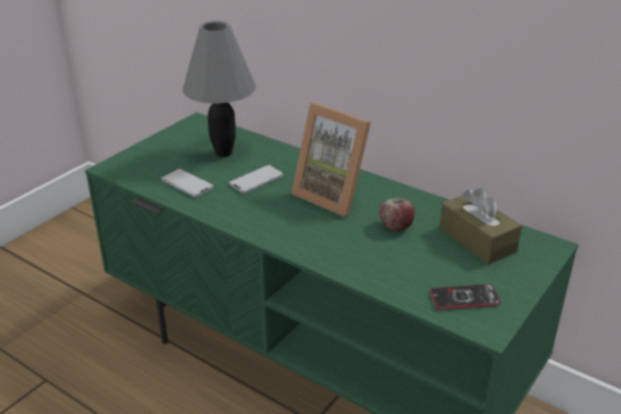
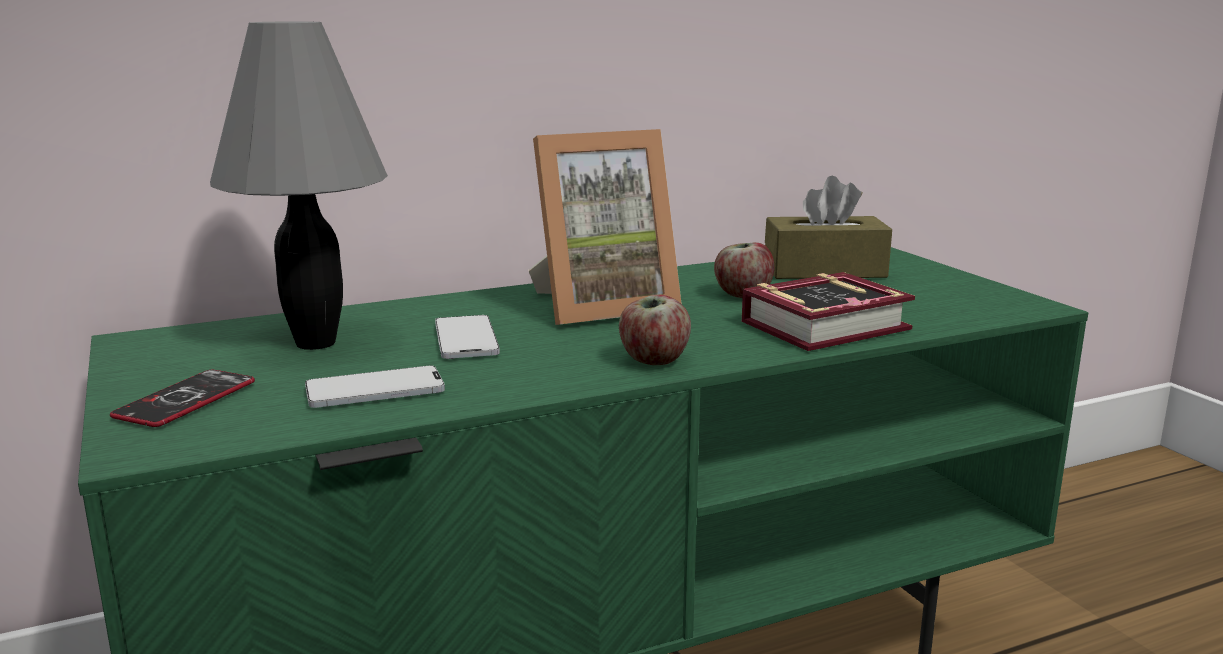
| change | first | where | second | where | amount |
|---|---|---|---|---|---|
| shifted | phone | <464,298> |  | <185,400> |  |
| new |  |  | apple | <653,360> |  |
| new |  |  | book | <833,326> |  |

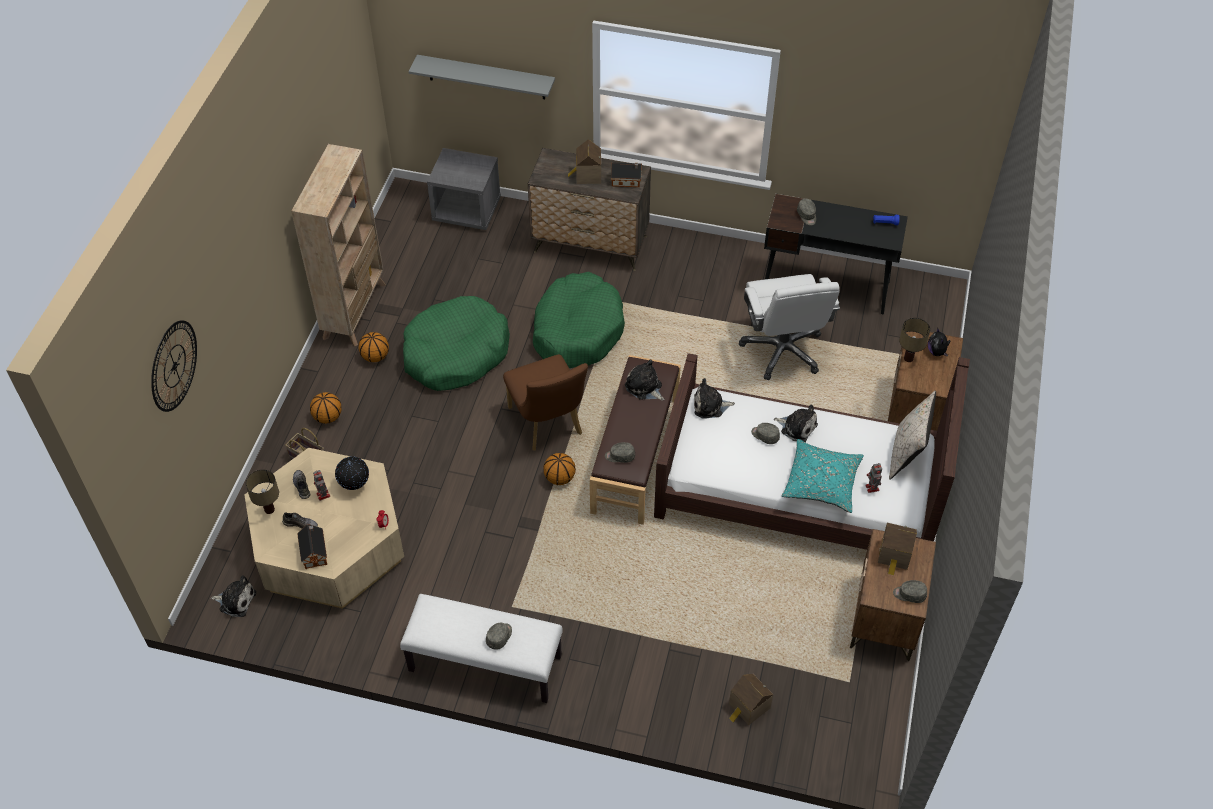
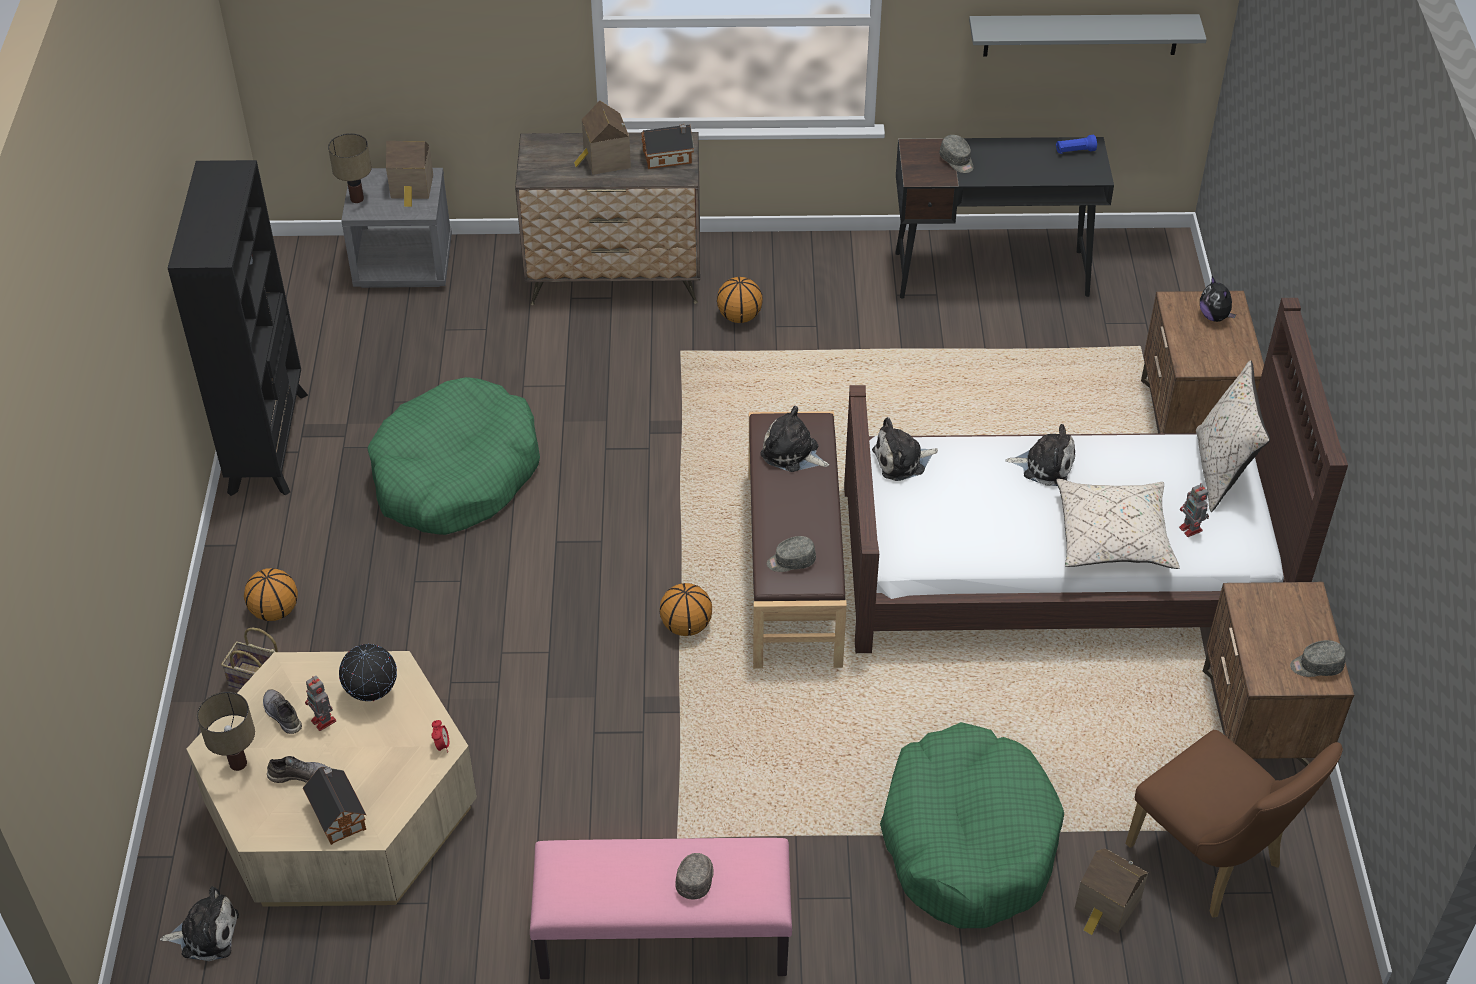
| change | first | where | second | where | amount |
|---|---|---|---|---|---|
| repainted | beige bookcase | <355,310> | black bookcase | <269,442> |  |
| shifted | table lamp | <908,358> |  | <356,198> |  |
| shifted | toy house | <894,556> |  | <412,188> |  |
| repainted | white bench | <484,664> | pink bench | <663,939> |  |
| shifted | basketball | <375,357> |  | <740,317> |  |
| shifted | green dog bed | <577,330> |  | <968,840> |  |
| shifted | grey shelf | <486,77> |  | <1081,34> |  |
| repainted | turquoise pillow | <822,482> | beige pillow | <1113,536> |  |
| shifted | brown chair | <548,425> |  | <1212,862> |  |
| gone | wall clock | <174,366> |  |  |  |
| gone | white office chair | <783,350> |  |  |  |
| gone | grey cap | <765,436> |  |  |  |

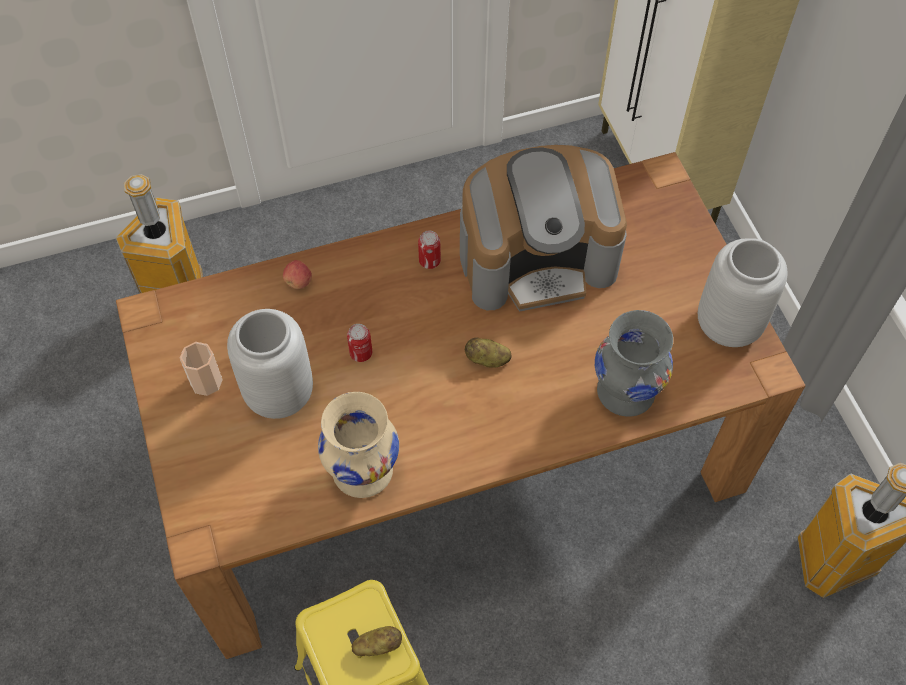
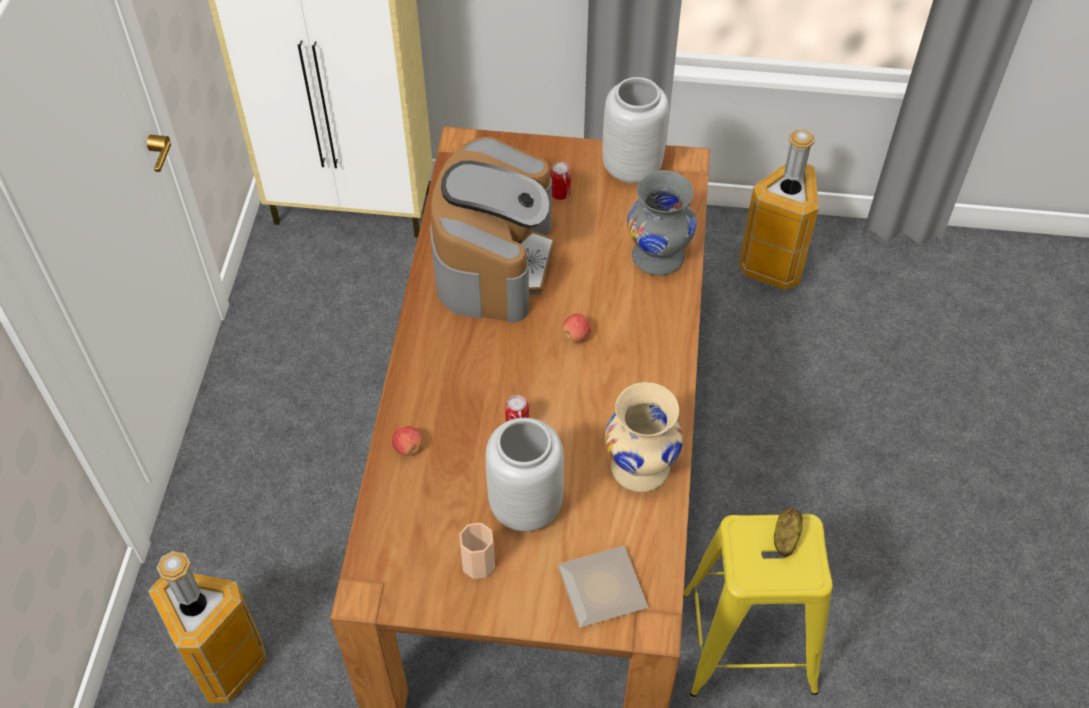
| change | first | where | second | where | amount |
|---|---|---|---|---|---|
| shifted | can | <429,261> |  | <560,193> |  |
| new |  |  | plate | <603,585> |  |
| swapped | potato | <487,359> | apple | <576,335> |  |

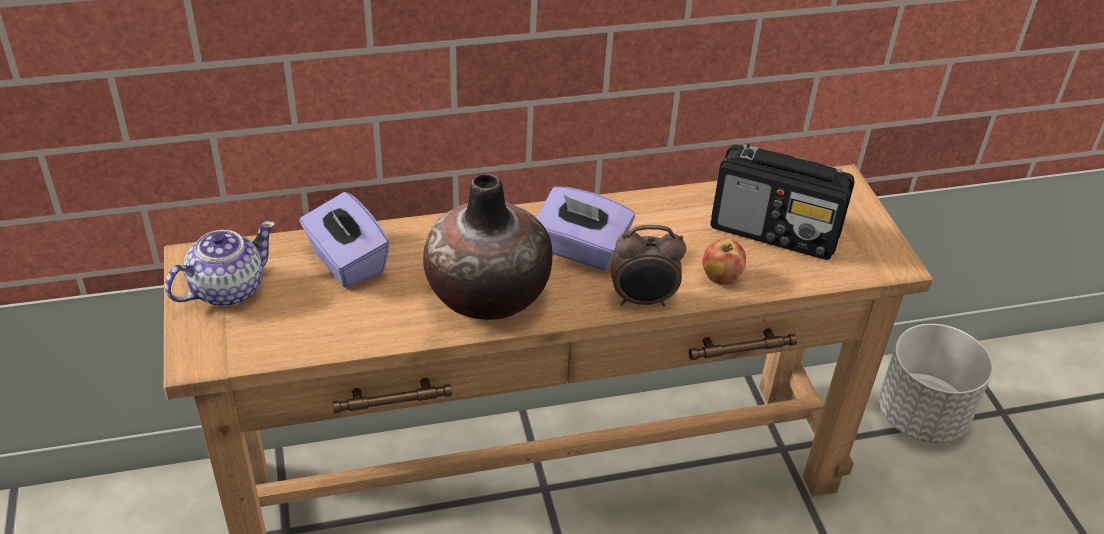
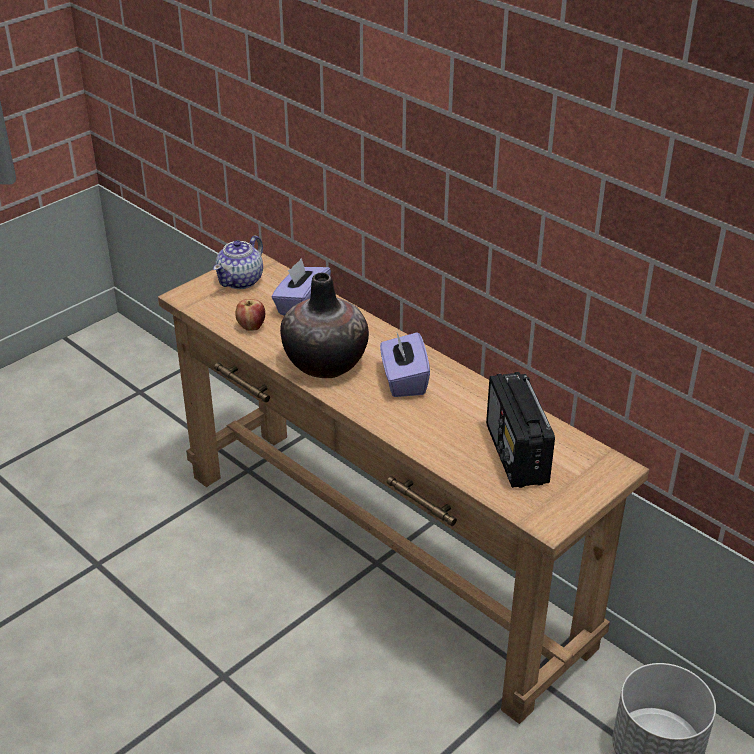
| change | first | where | second | where | amount |
|---|---|---|---|---|---|
| rotated | teapot | <226,289> |  | <241,280> | 105 degrees clockwise |
| shifted | apple | <720,278> |  | <251,327> |  |
| gone | alarm clock | <643,300> |  |  |  |

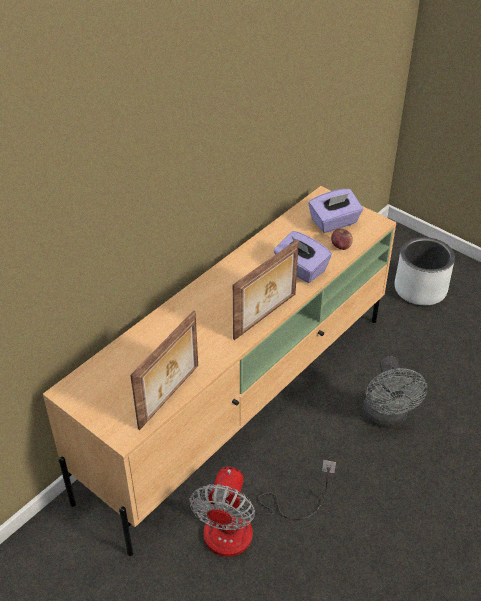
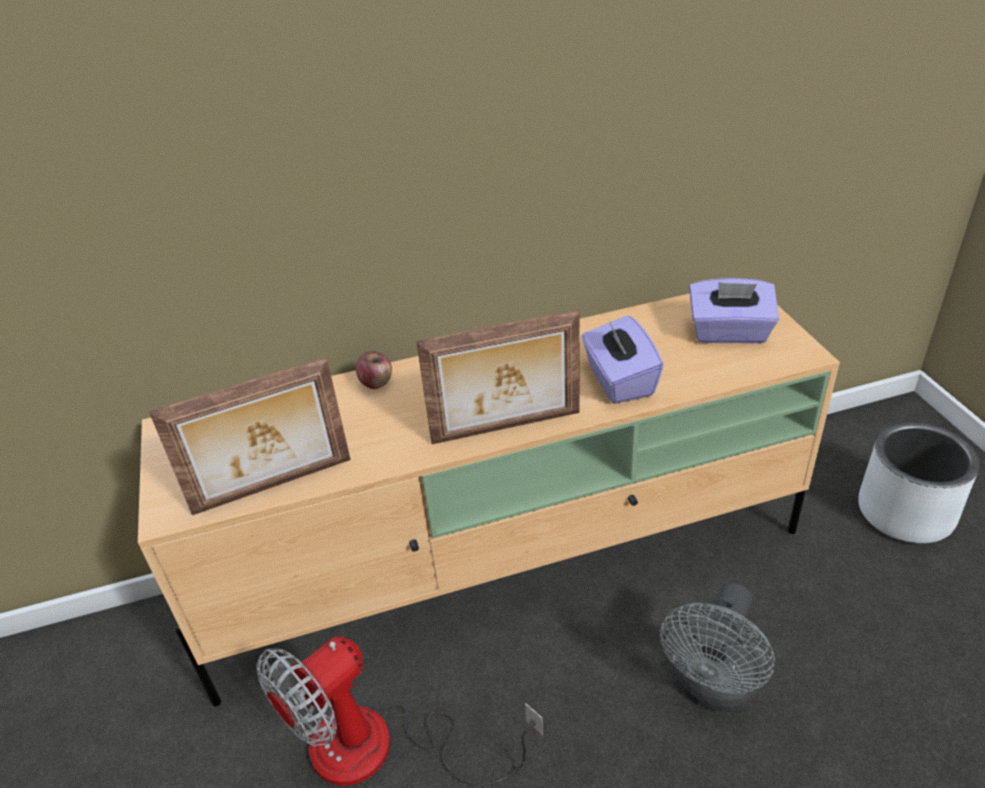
| change | first | where | second | where | amount |
|---|---|---|---|---|---|
| shifted | apple | <341,246> |  | <376,382> |  |

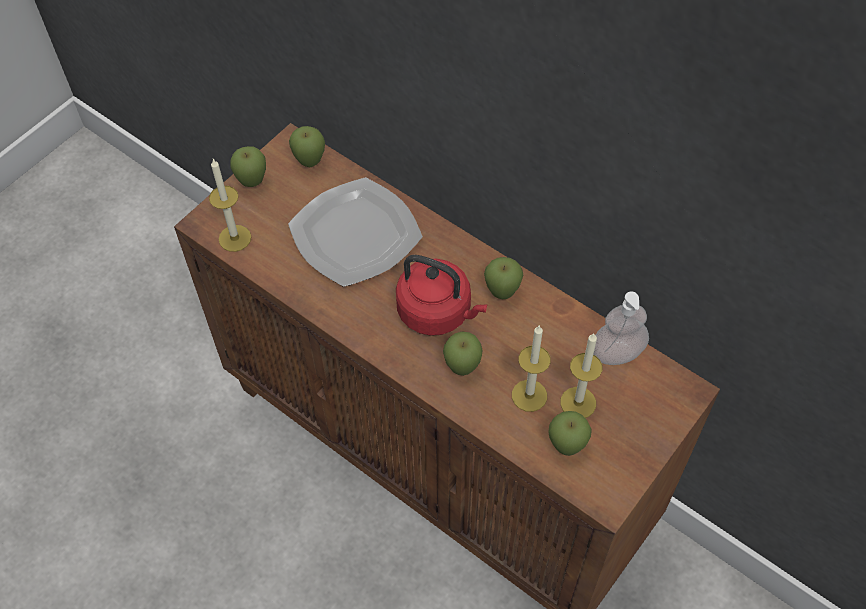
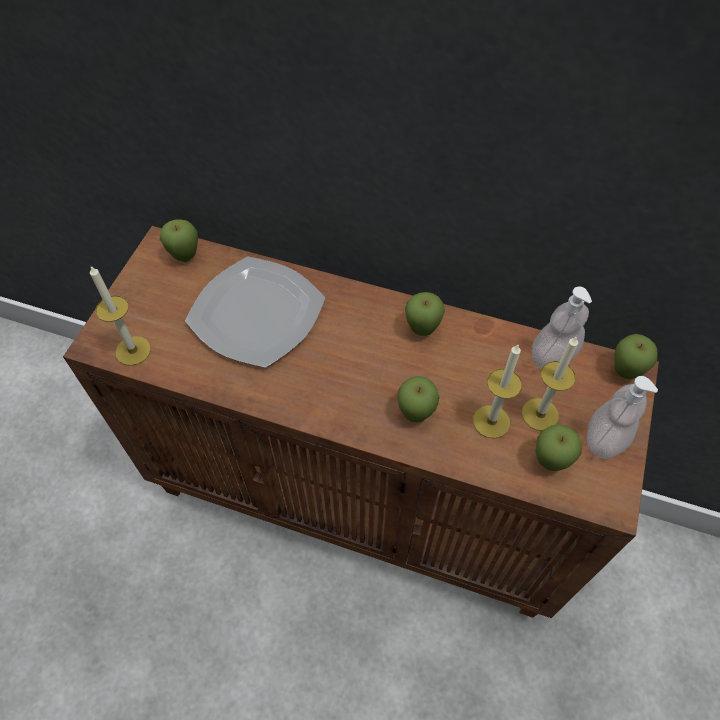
| change | first | where | second | where | amount |
|---|---|---|---|---|---|
| new |  |  | soap dispenser | <605,439> |  |
| shifted | apple | <252,183> |  | <624,372> |  |
| gone | red kettle | <438,312> |  |  |  |

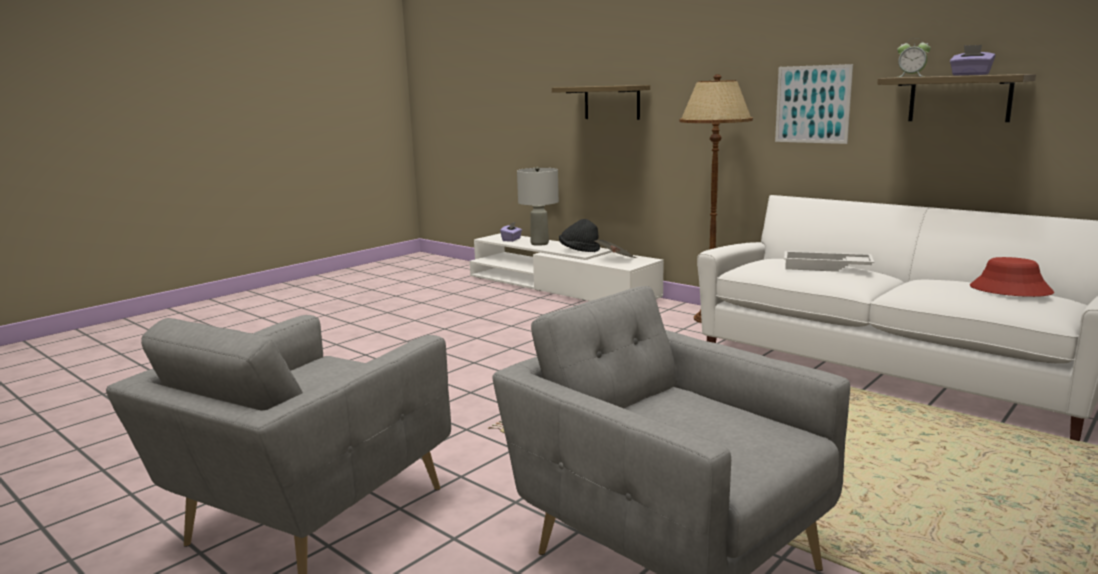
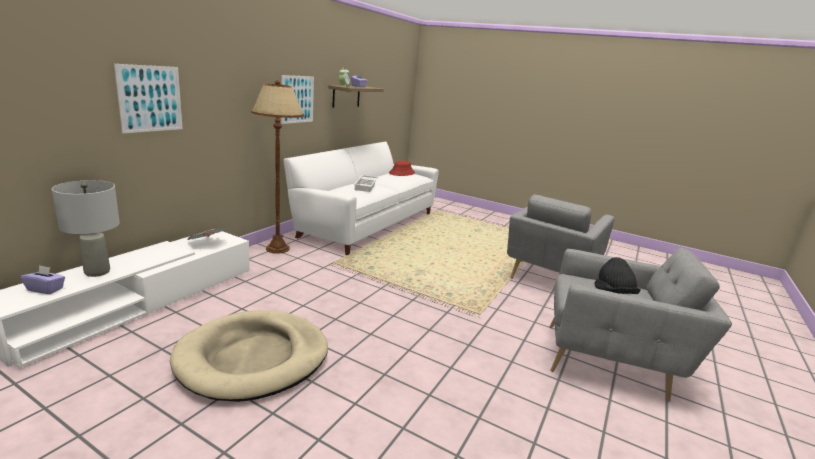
| change | first | where | second | where | amount |
|---|---|---|---|---|---|
| swapped | shelf | <612,102> | picture | <150,99> |  |
| new |  |  | beige dog bed | <253,358> |  |
| shifted | black hat | <579,251> |  | <613,294> |  |

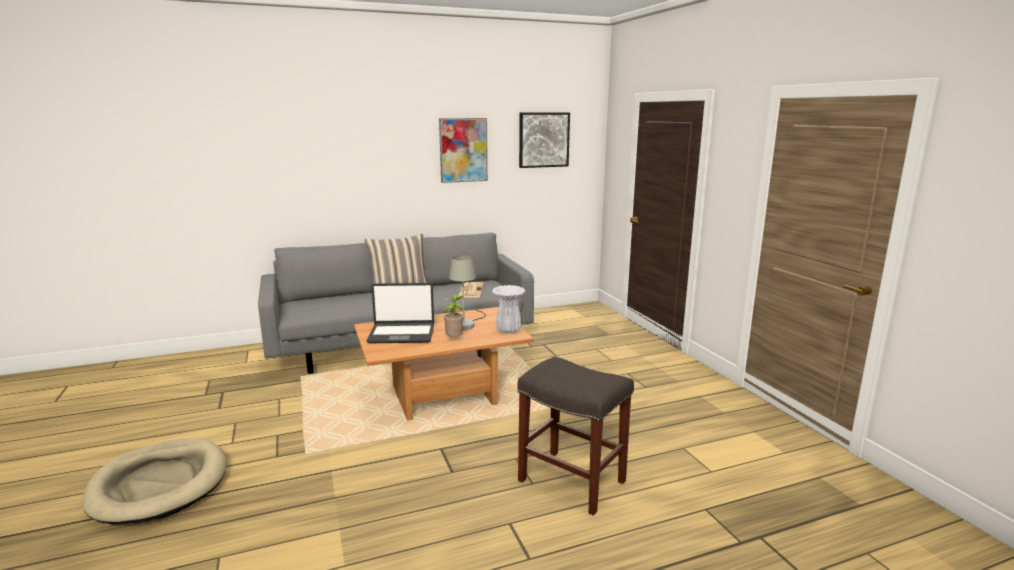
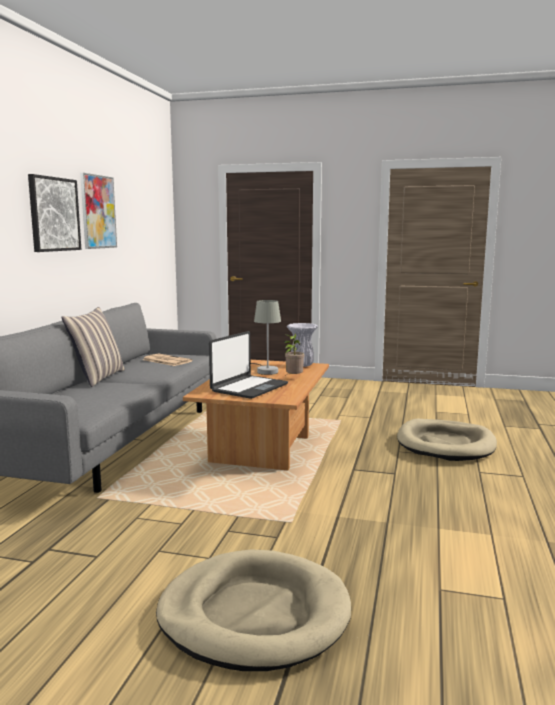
| change | first | where | second | where | amount |
|---|---|---|---|---|---|
| shifted | picture | <543,140> |  | <54,214> |  |
| swapped | grey stool | <573,481> | beige dog bed | <445,444> |  |

